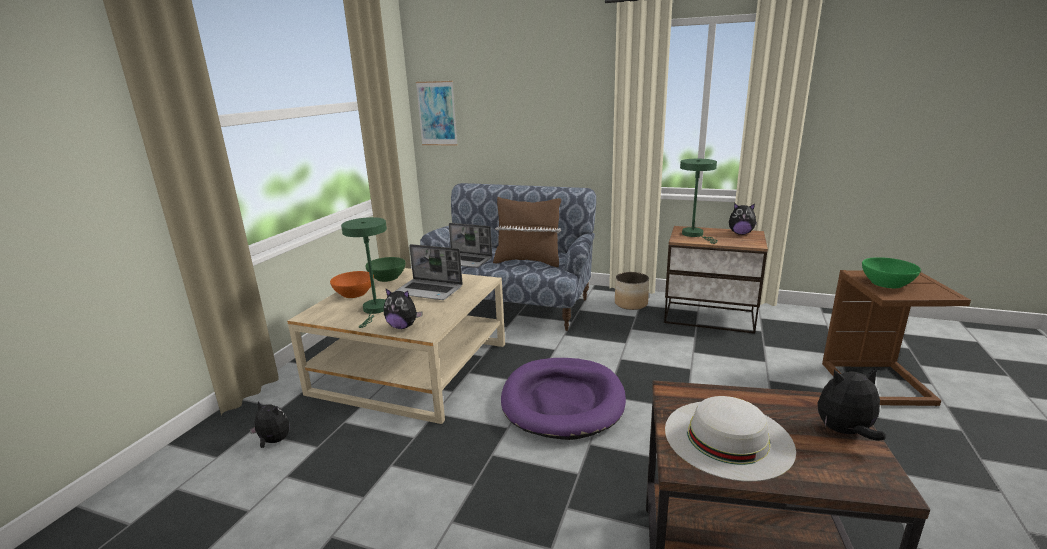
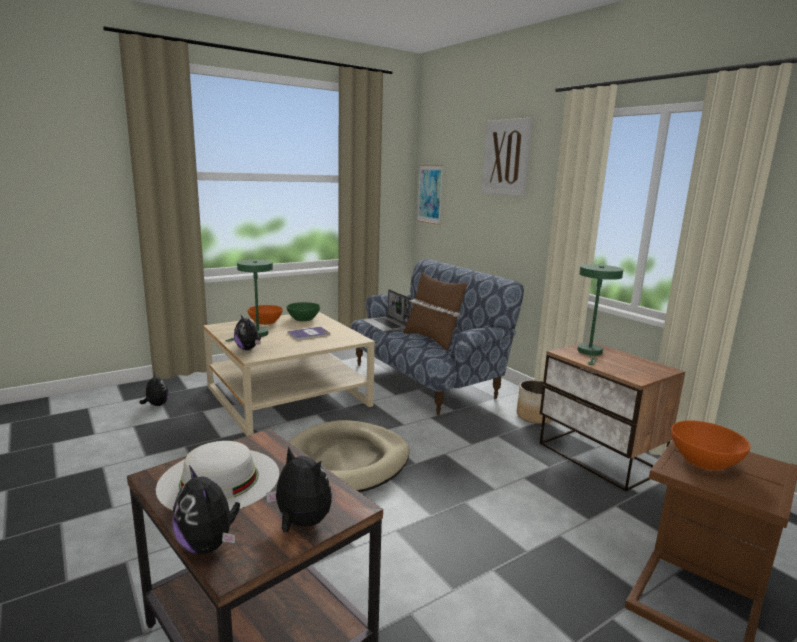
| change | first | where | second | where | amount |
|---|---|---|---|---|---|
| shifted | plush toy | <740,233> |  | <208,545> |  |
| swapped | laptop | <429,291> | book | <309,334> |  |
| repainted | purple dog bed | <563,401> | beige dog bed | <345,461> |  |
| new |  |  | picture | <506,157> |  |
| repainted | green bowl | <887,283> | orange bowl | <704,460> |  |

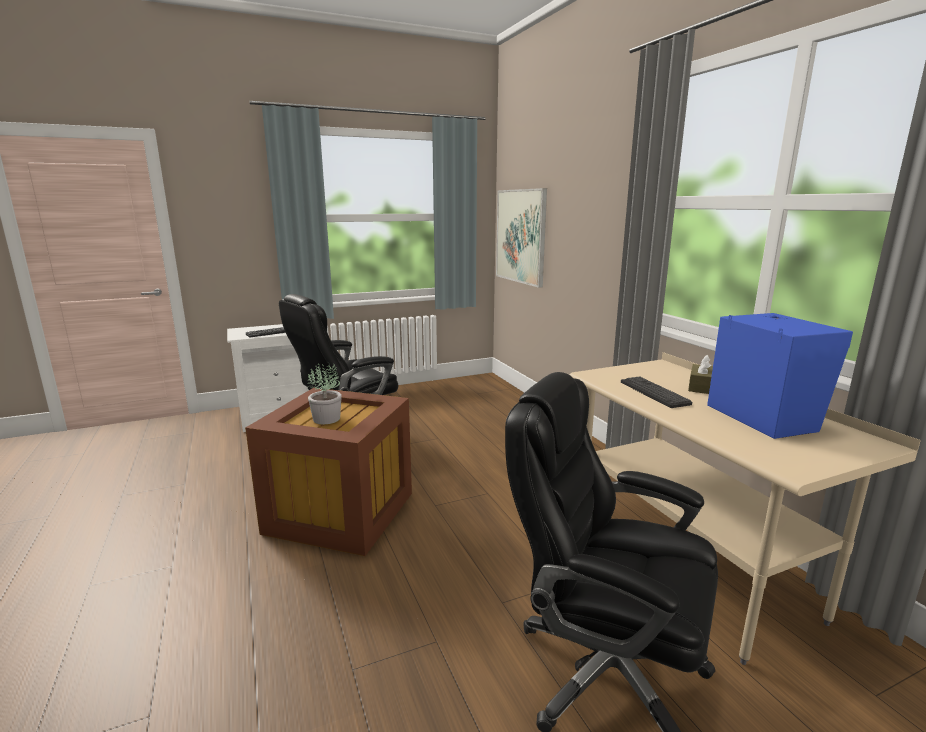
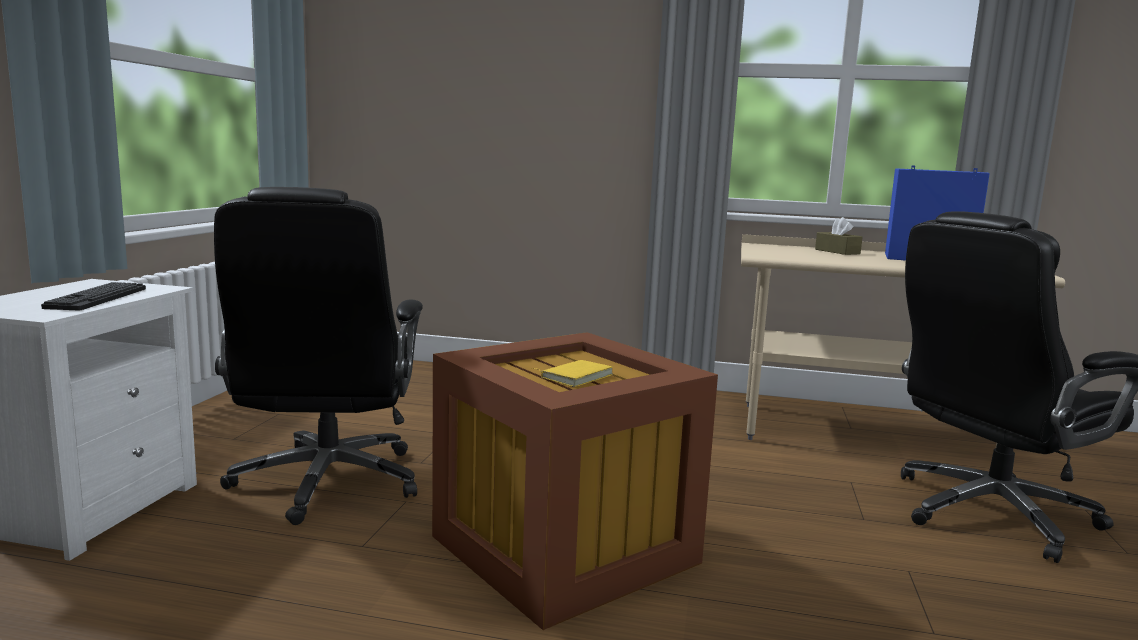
| change | first | where | second | where | amount |
|---|---|---|---|---|---|
| swapped | potted plant | <327,419> | yellow book | <575,376> |  |
| gone | picture | <521,236> |  |  |  |
| gone | keyboard | <654,393> |  |  |  |

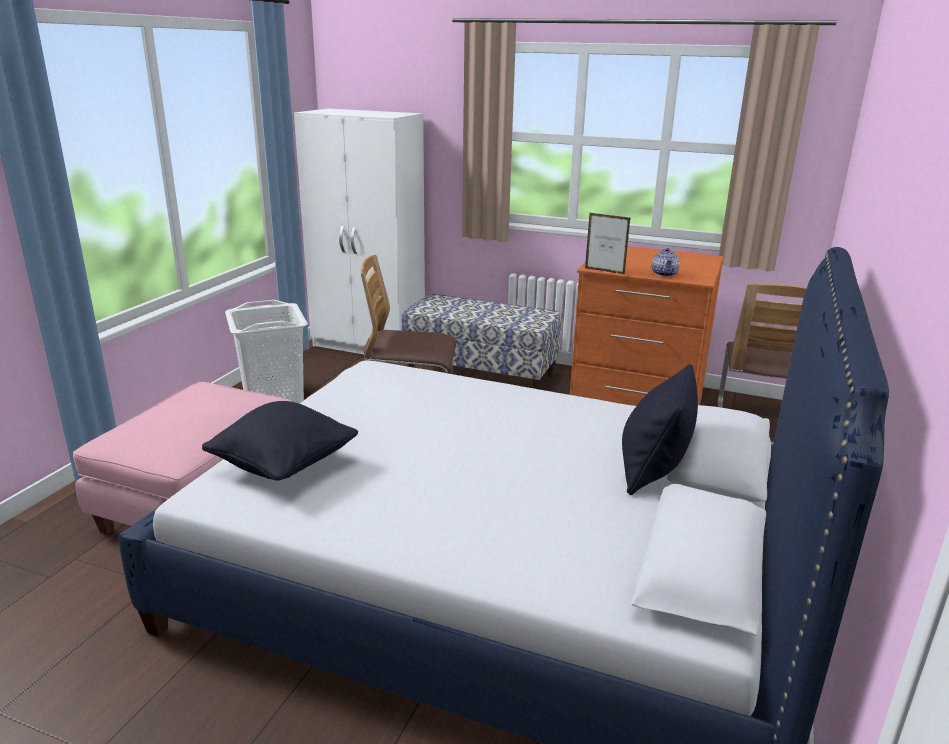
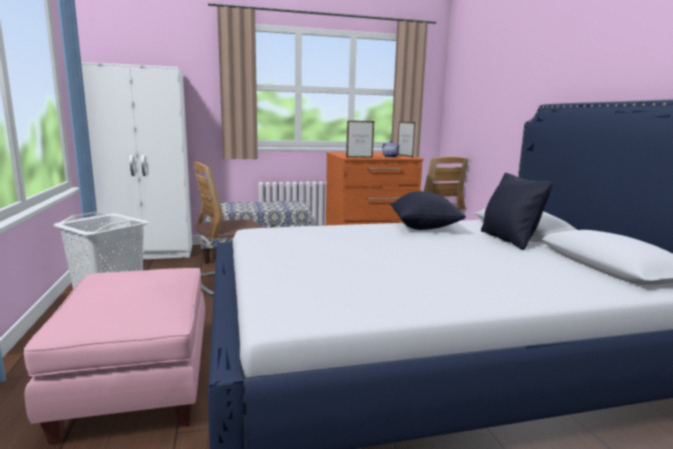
| change | first | where | second | where | amount |
|---|---|---|---|---|---|
| shifted | black pillow | <284,467> |  | <424,227> |  |
| new |  |  | picture frame | <404,156> |  |

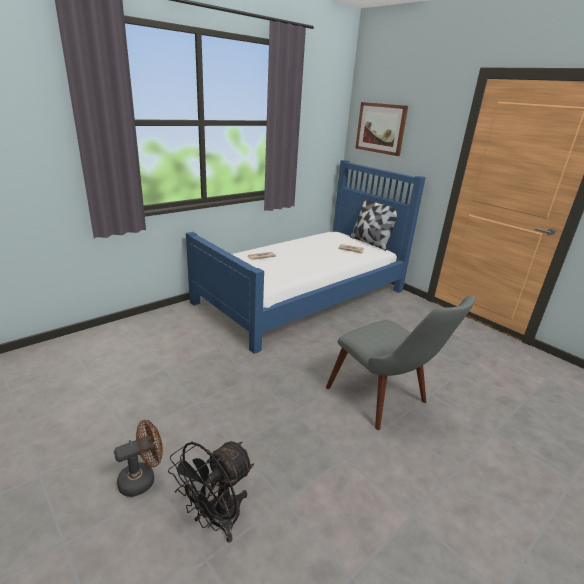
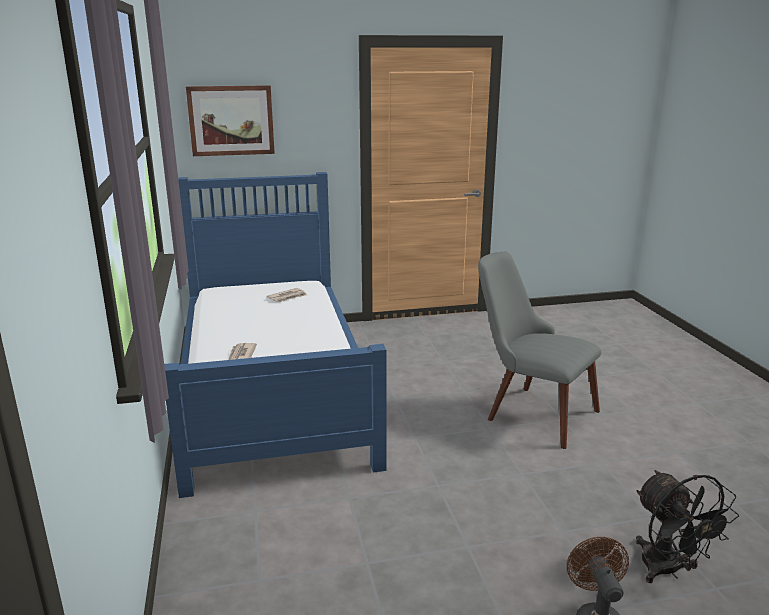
| change | first | where | second | where | amount |
|---|---|---|---|---|---|
| rotated | grey chair | <386,401> |  | <529,411> | 135 degrees counterclockwise |
| gone | pillow | <370,242> |  |  |  |

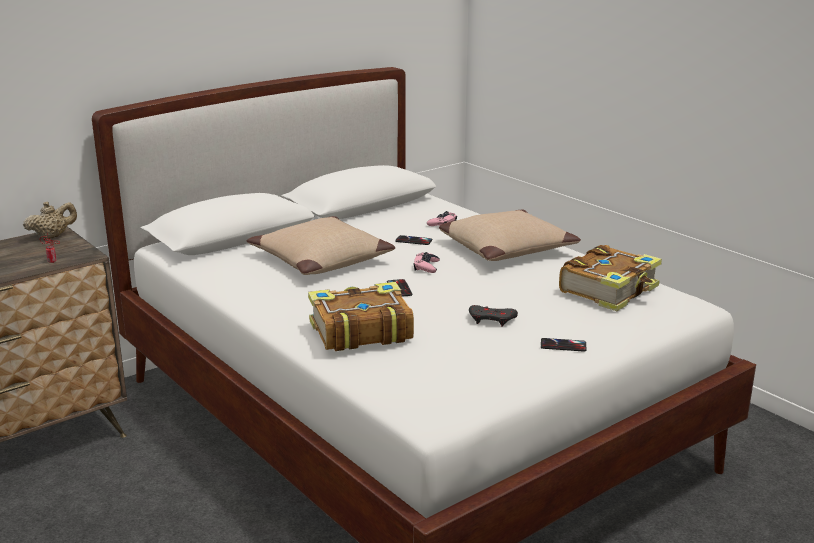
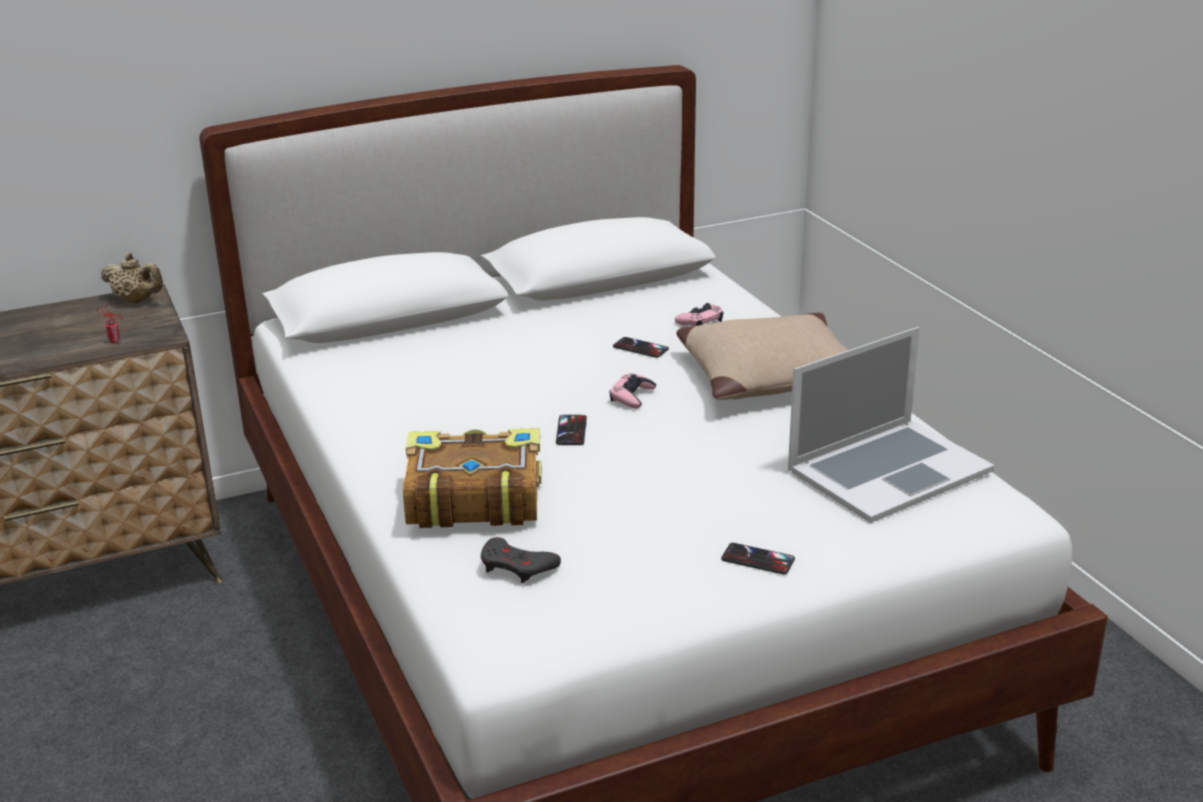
| change | first | where | second | where | amount |
|---|---|---|---|---|---|
| rotated | beige teapot | <52,236> |  | <137,301> | 45 degrees clockwise |
| shifted | grey game controller | <492,319> |  | <517,566> |  |
| swapped | book | <610,290> | laptop | <888,469> |  |
| gone | beige pillow | <320,260> |  |  |  |

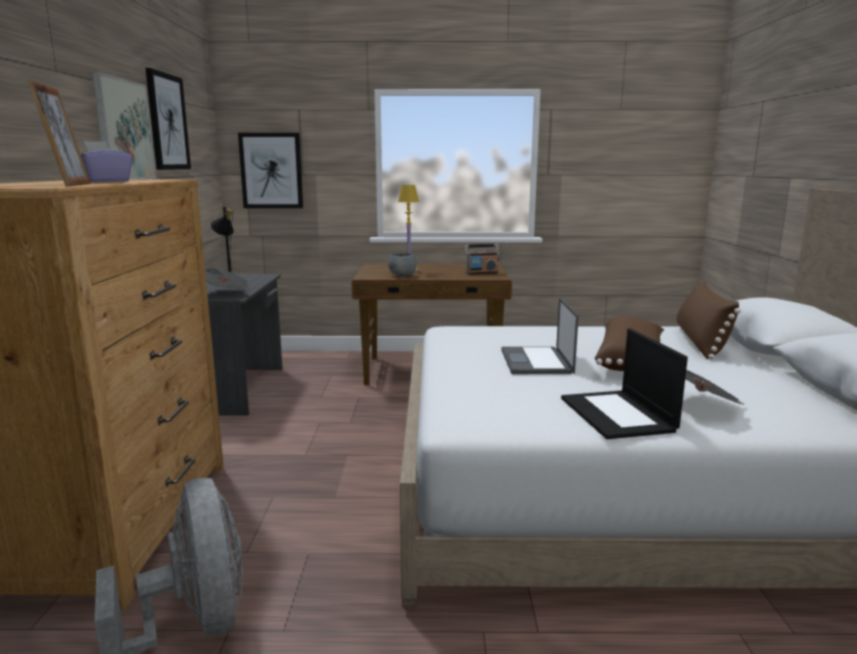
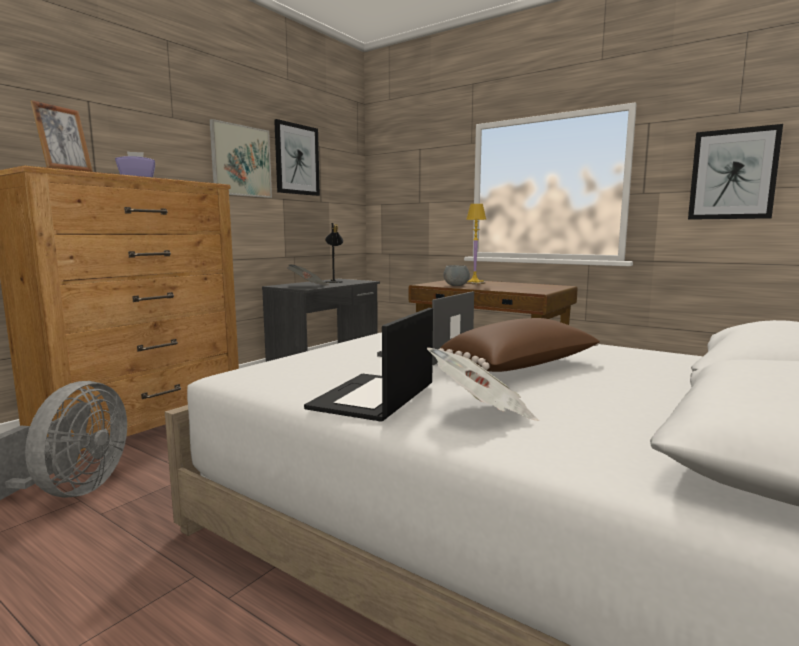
| change | first | where | second | where | amount |
|---|---|---|---|---|---|
| shifted | picture | <271,171> |  | <733,174> |  |
| gone | radio | <481,273> |  |  |  |
| gone | brown pillow | <700,342> |  |  |  |

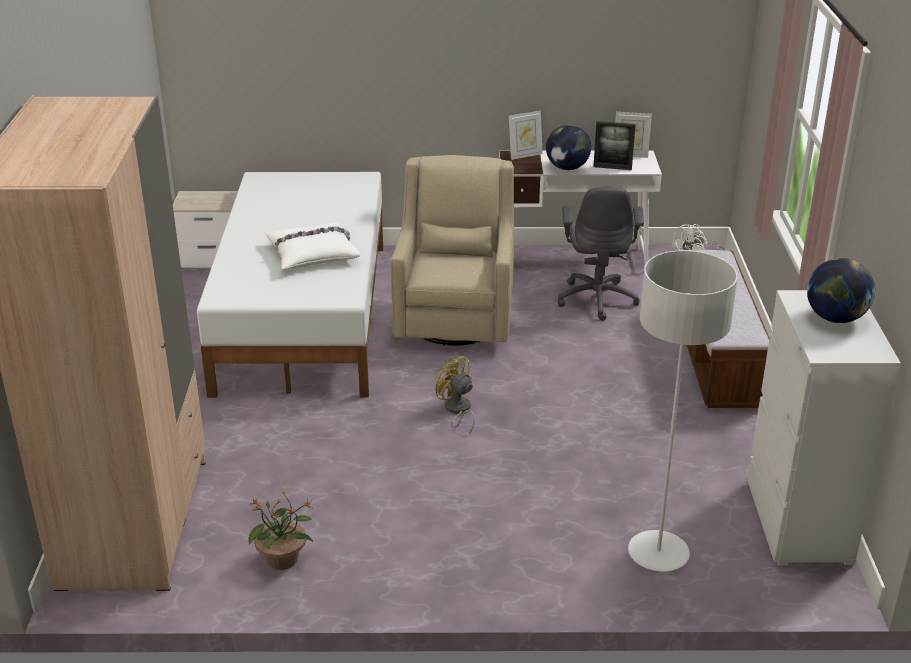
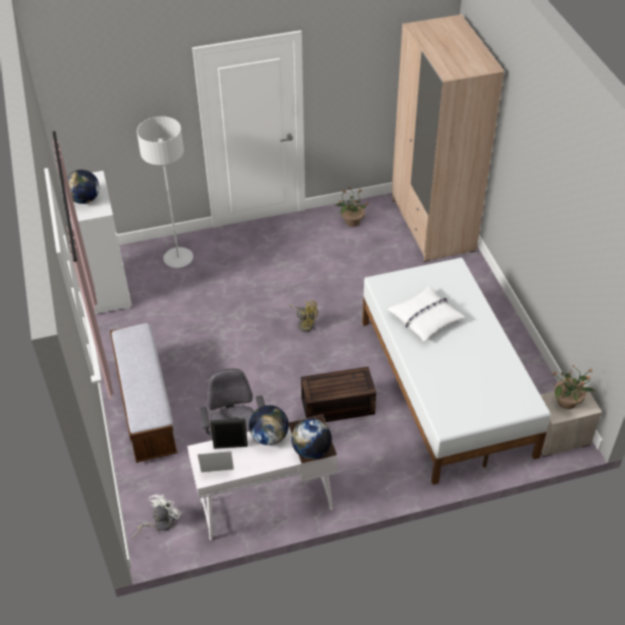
| change | first | where | second | where | amount |
|---|---|---|---|---|---|
| swapped | picture frame | <525,155> | globe | <311,450> |  |
| swapped | beige armchair | <455,318> | brown storage box | <337,407> |  |
| new |  |  | potted plant | <567,402> |  |

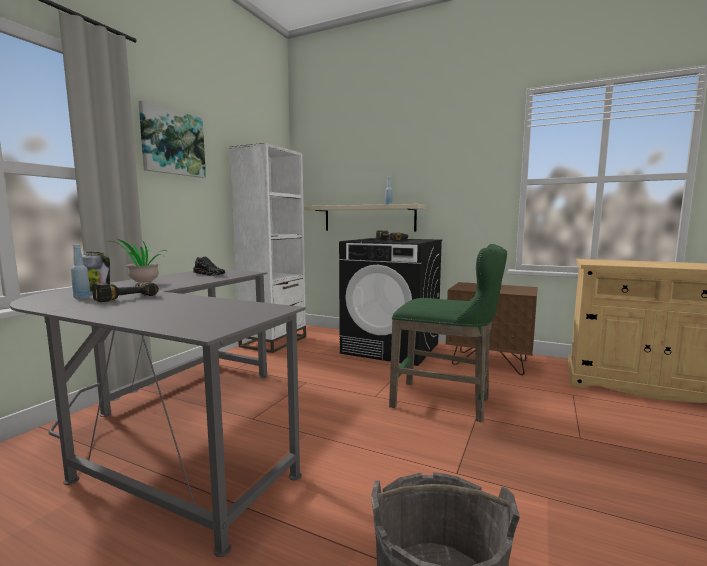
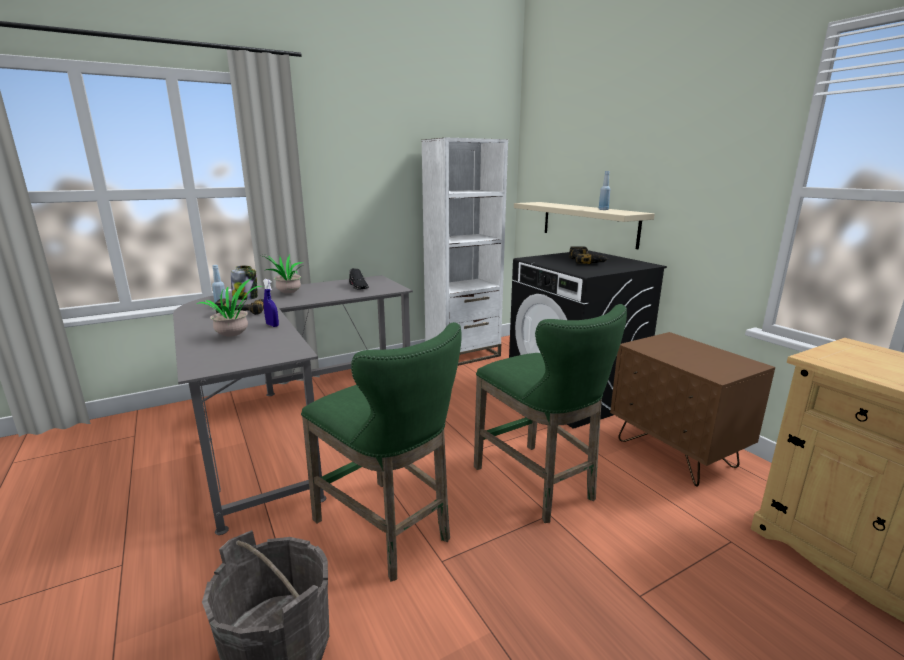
| change | first | where | second | where | amount |
|---|---|---|---|---|---|
| new |  |  | potted plant | <235,336> |  |
| new |  |  | blue spray bottle | <272,325> |  |
| new |  |  | green stool | <387,532> |  |
| gone | picture | <172,143> |  |  |  |

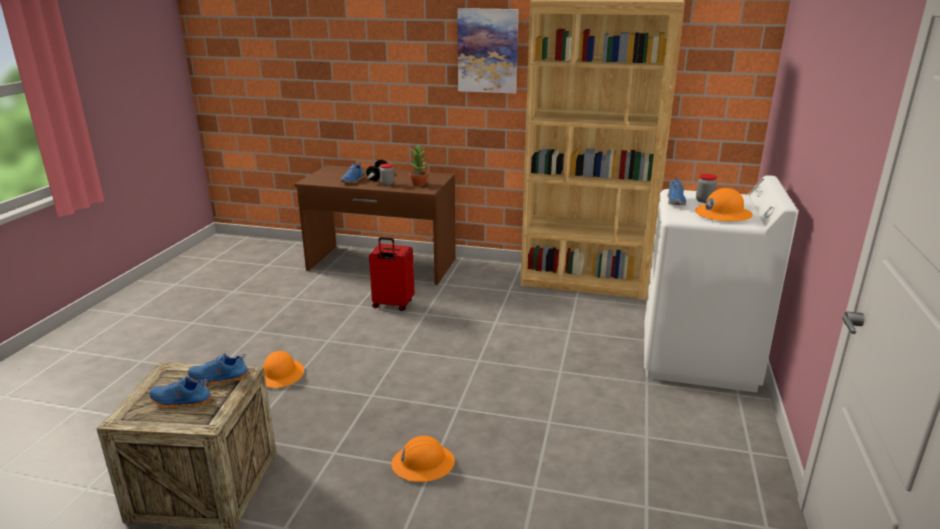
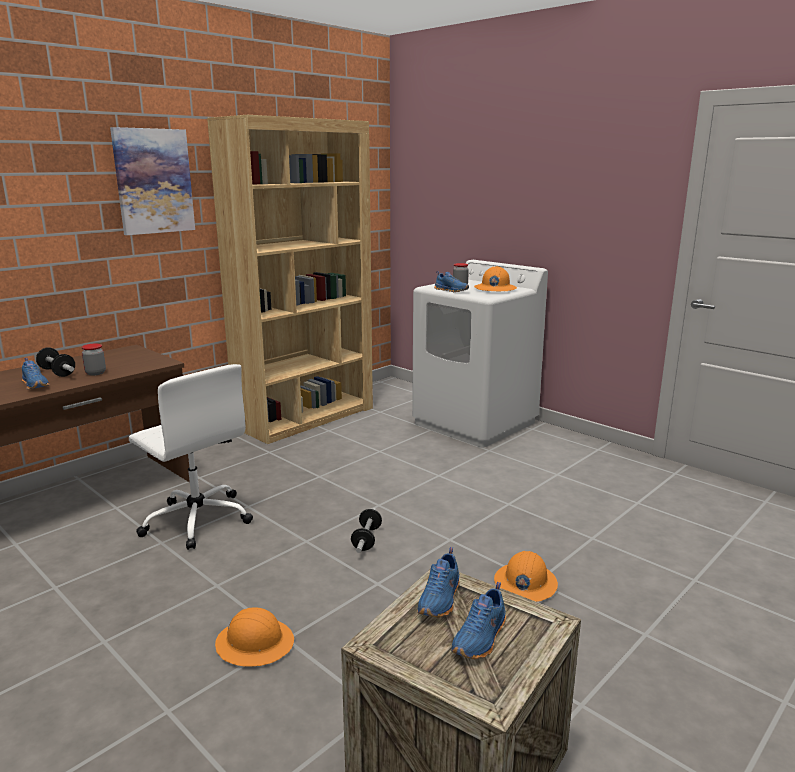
| change | first | where | second | where | amount |
|---|---|---|---|---|---|
| swapped | red suitcase | <392,305> | white office chair | <197,519> |  |
| new |  |  | dumbbell | <366,539> |  |
| gone | potted plant | <419,184> |  |  |  |

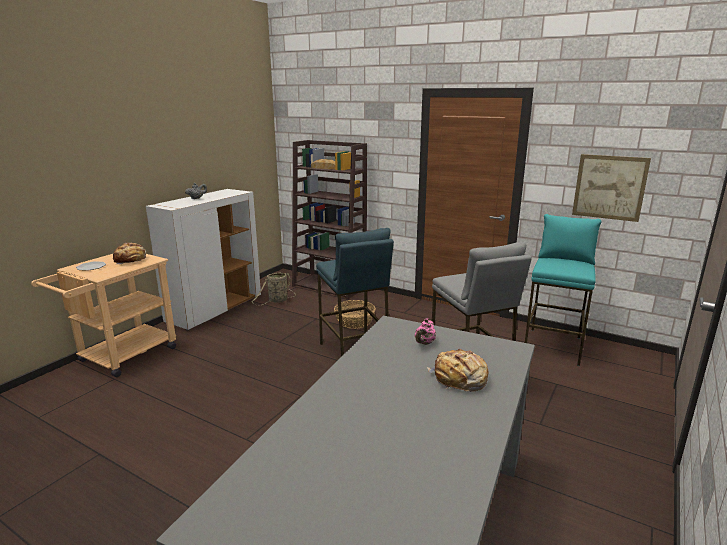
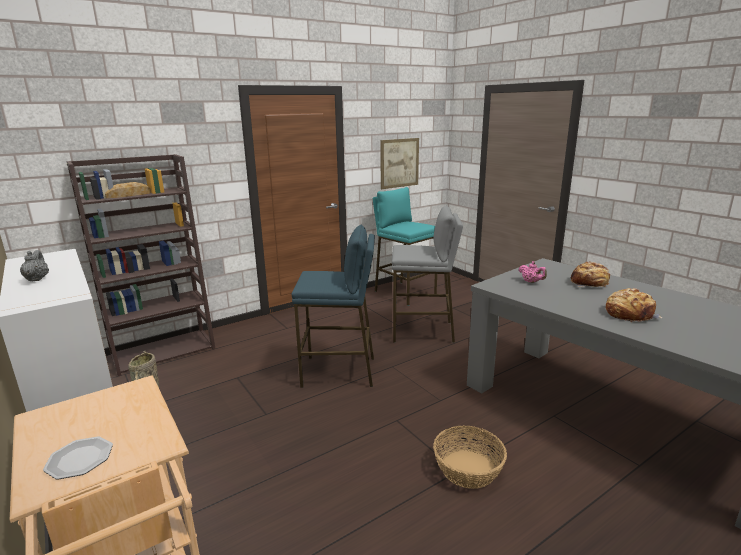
| change | first | where | second | where | amount |
|---|---|---|---|---|---|
| shifted | basket | <355,321> |  | <467,468> |  |
| shifted | bread | <130,260> |  | <629,313> |  |

